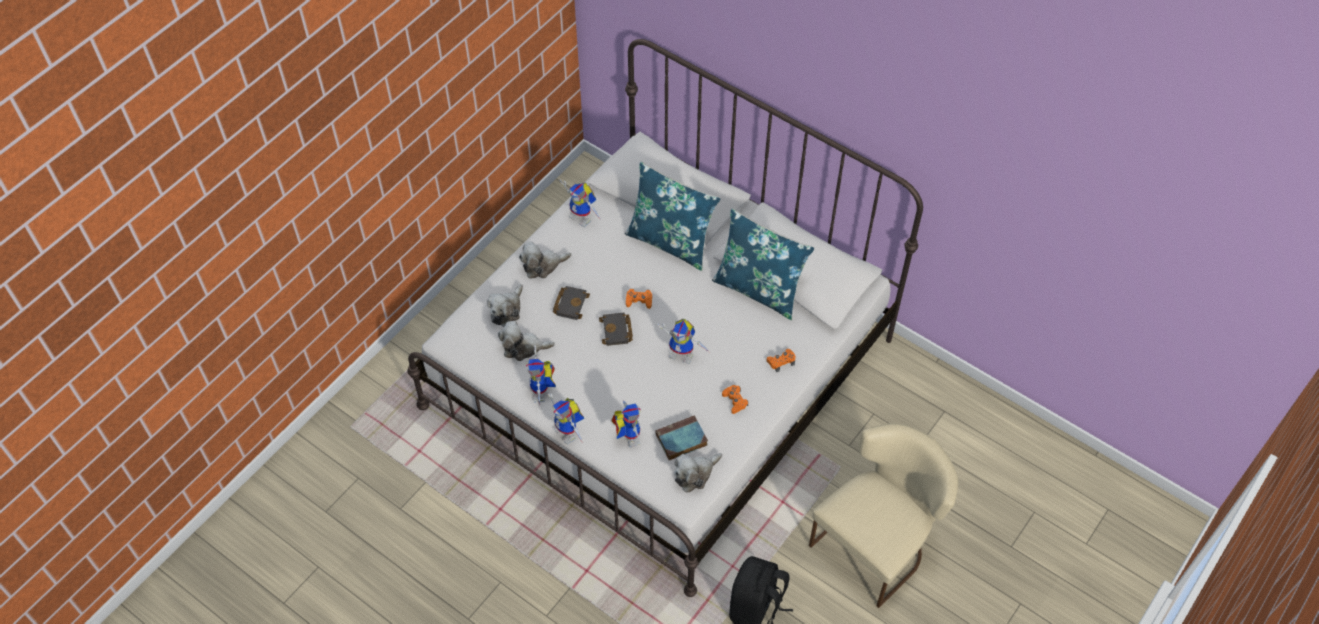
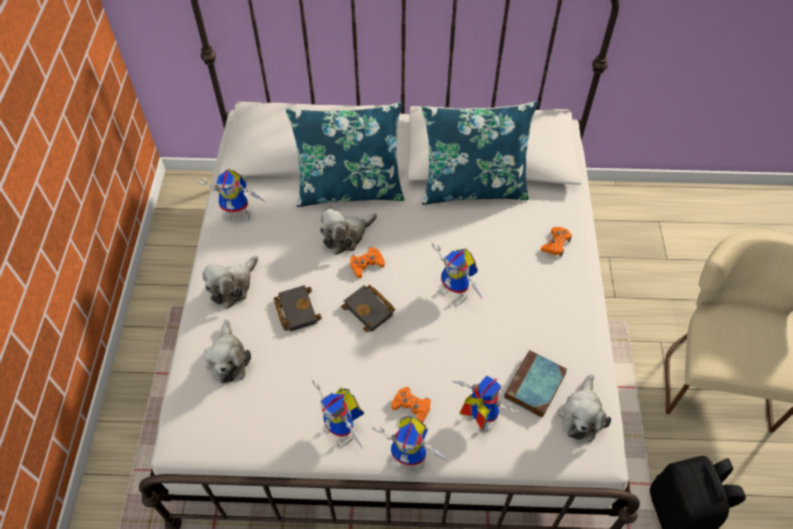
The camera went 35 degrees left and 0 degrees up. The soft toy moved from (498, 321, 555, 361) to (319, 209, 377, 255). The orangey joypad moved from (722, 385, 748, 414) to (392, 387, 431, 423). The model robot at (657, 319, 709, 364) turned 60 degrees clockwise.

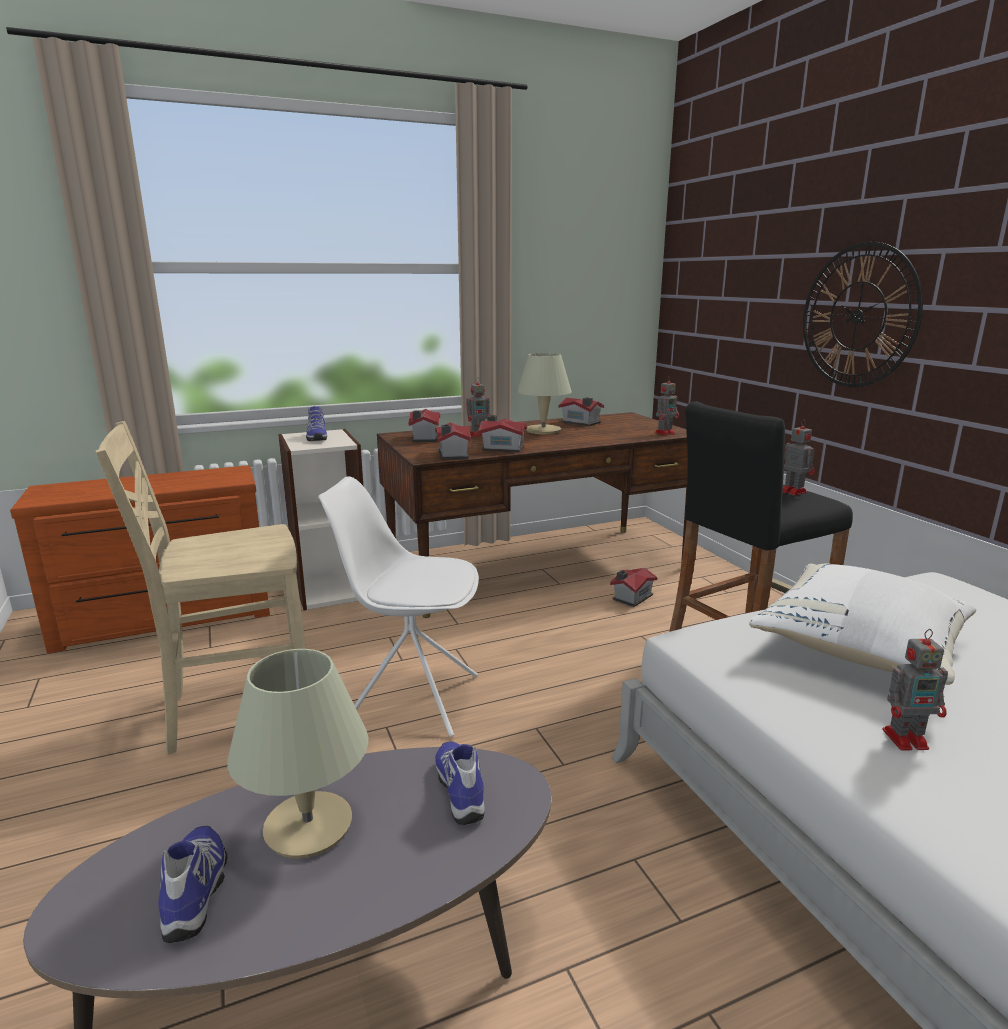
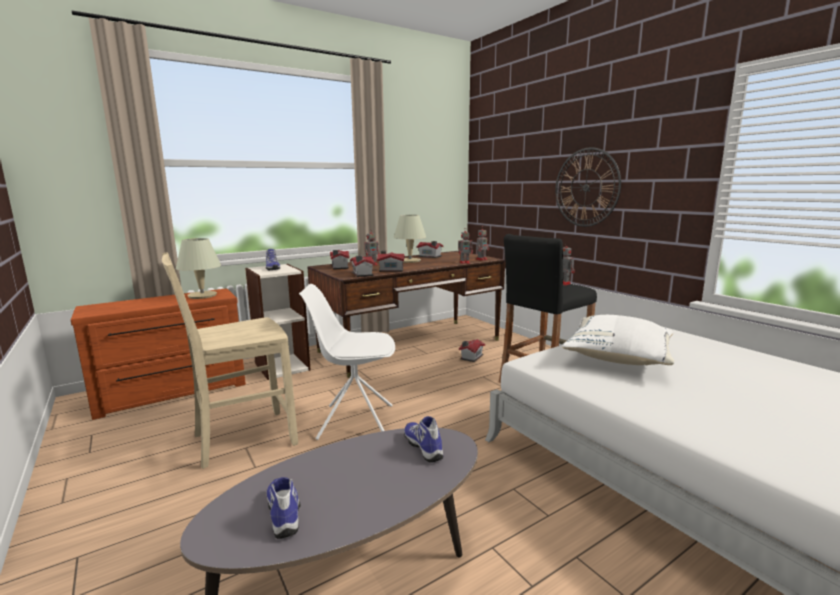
The camera went 10 degrees left and 5 degrees down. The beige table lamp moved from (227, 649, 368, 859) to (176, 238, 221, 299). The model robot moved from (882, 629, 948, 751) to (458, 229, 473, 264).

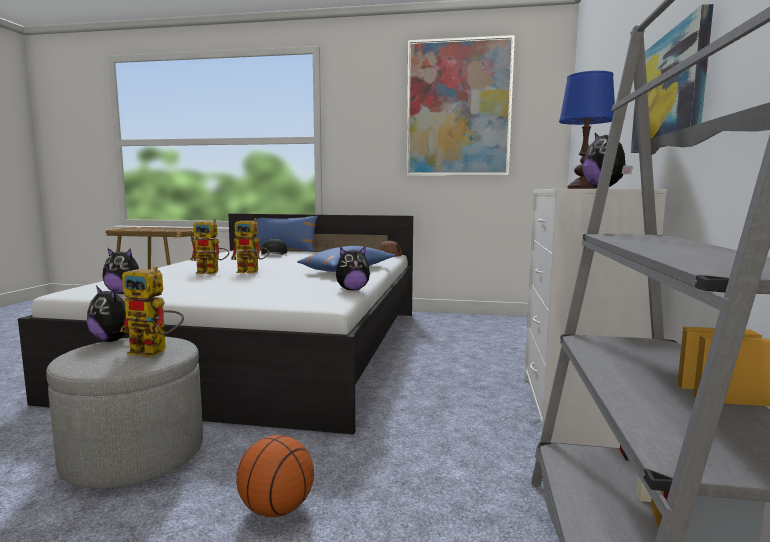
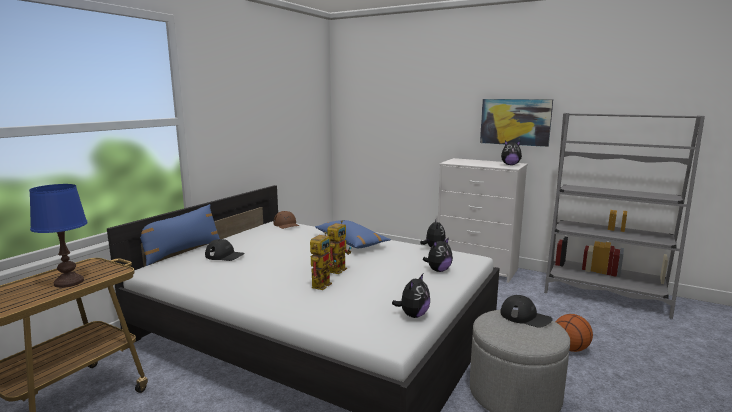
The camera went 70 degrees left and 5 degrees up. The blue-coloured table lamp moved from (559, 71, 615, 189) to (29, 184, 88, 288). The soft toy moved from (87, 286, 131, 342) to (423, 237, 453, 272). The model robot at (120, 267, 184, 357) was replaced by the black-coloured cap at (500, 295, 553, 327). The wall picture at (407, 35, 515, 176) disappeared.

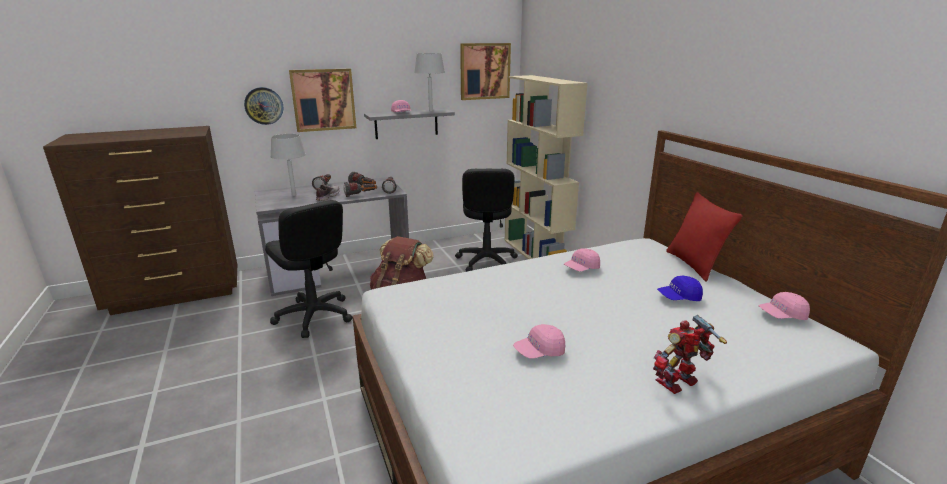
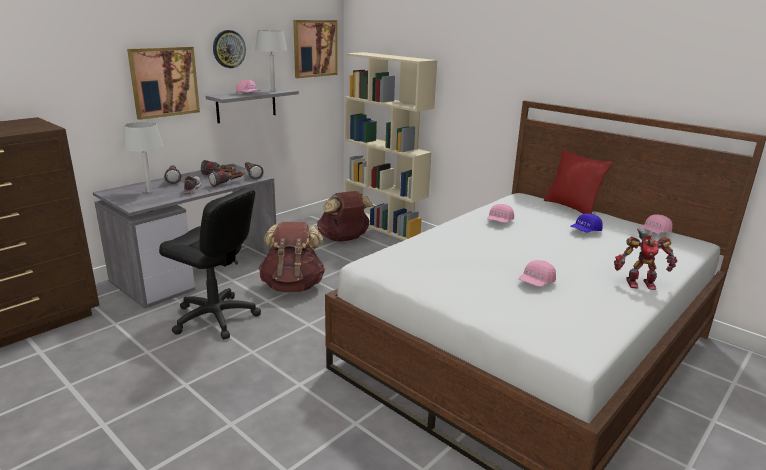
The camera went 25 degrees left and 0 degrees up. The clock on the wall moved from (244, 87, 283, 125) to (213, 30, 246, 68). The black-coloured computer chair at (455, 169, 518, 272) was replaced by the brownish backpack at (317, 191, 373, 242). The model robot at (653, 315, 727, 394) turned 120 degrees counterclockwise.

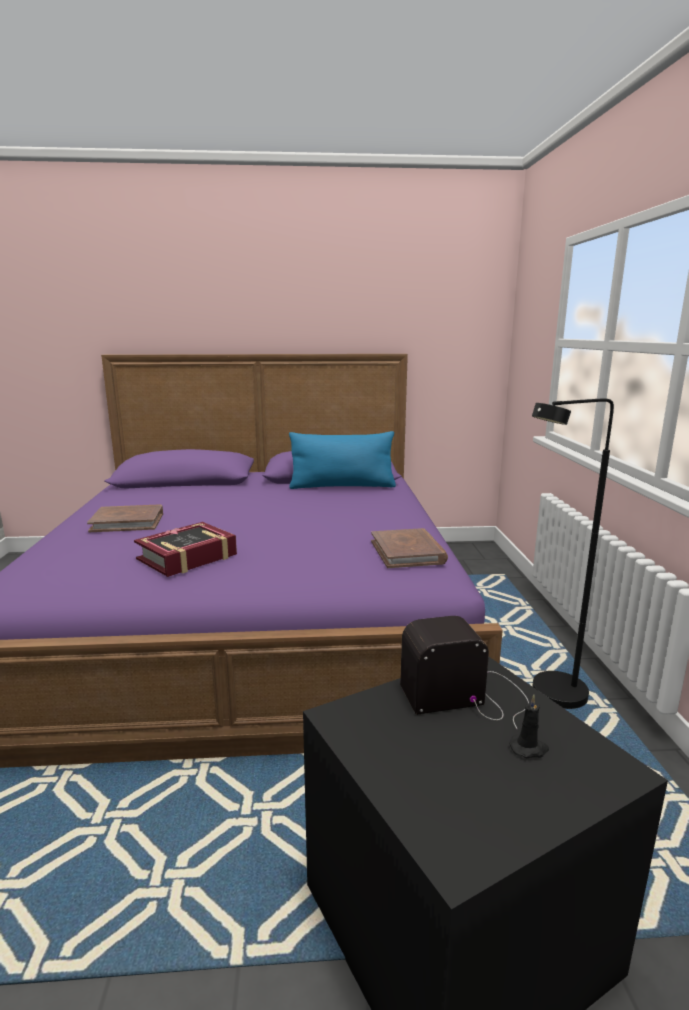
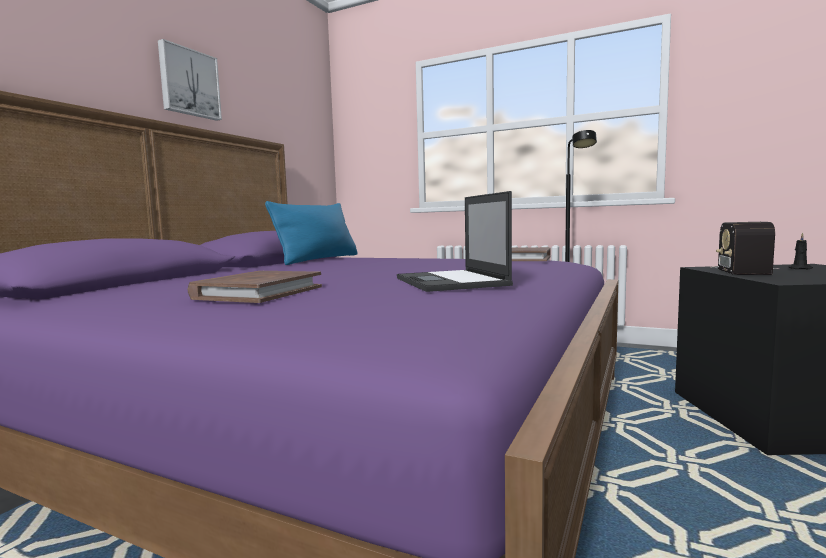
The camera went 60 degrees left and 10 degrees down. The wall picture at (158, 39, 222, 121) appeared. The book at (134, 522, 237, 577) was replaced by the laptop at (397, 191, 513, 292).

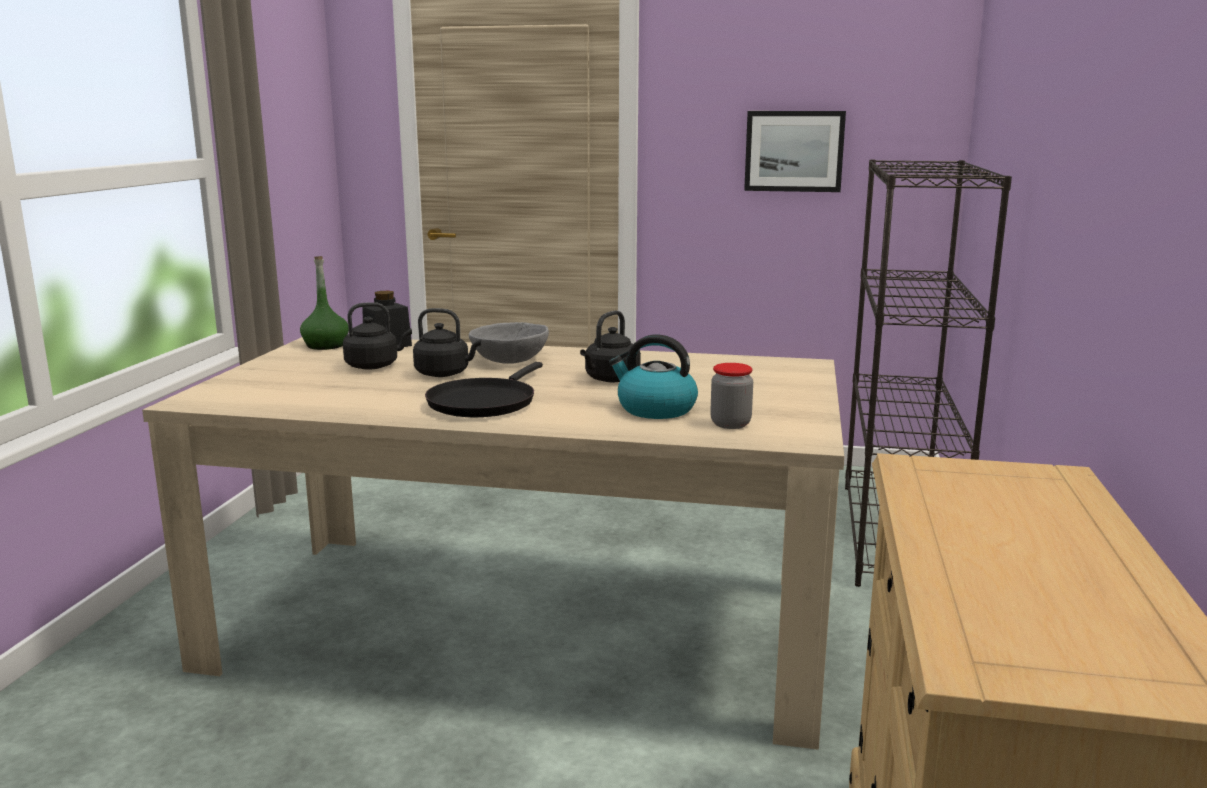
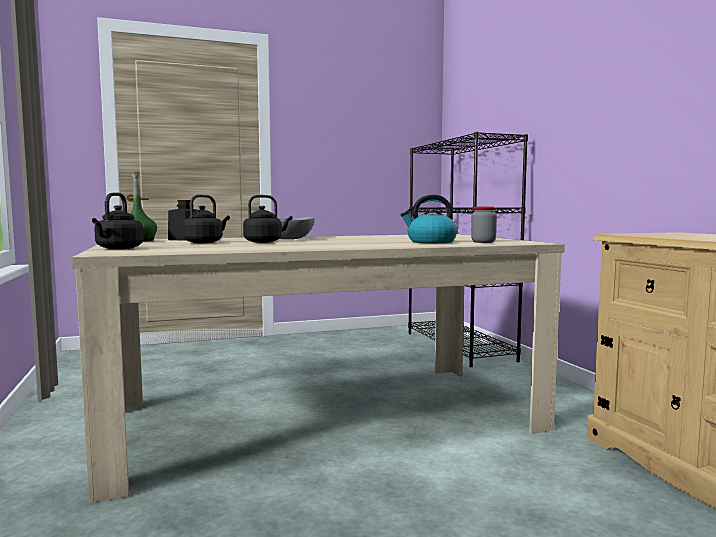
The camera went 30 degrees left and 10 degrees down. The black-coloured tea kettle moved from (580, 310, 641, 382) to (92, 192, 144, 249). The black-coloured pan at (425, 362, 543, 417) disappeared. The wall picture at (744, 111, 846, 192) disappeared.

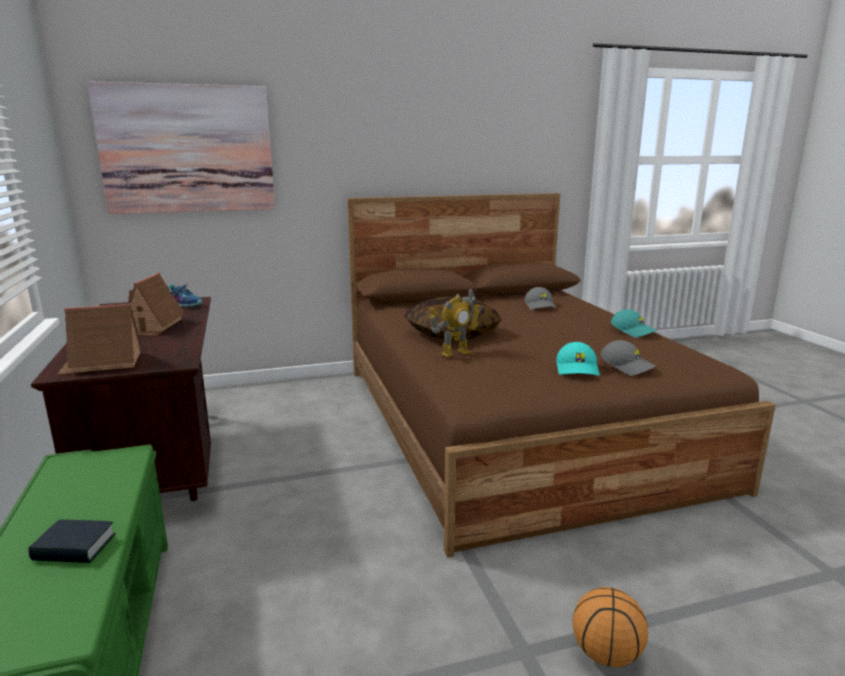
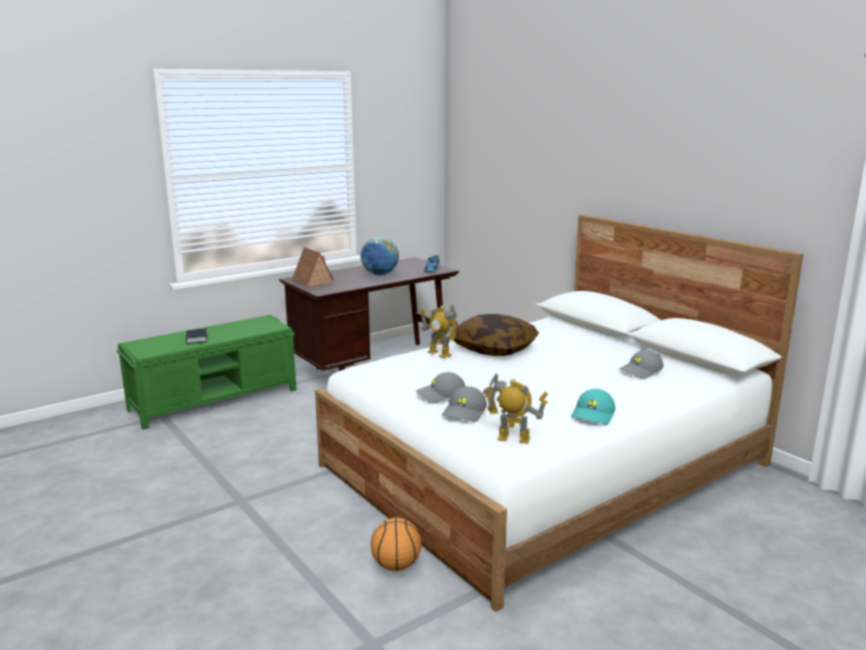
The camera went 70 degrees right and 0 degrees up. The brownish bed at (347, 193, 776, 558) became the whitish bed at (315, 215, 803, 612). The toy house at (128, 272, 185, 335) was replaced by the desk globe at (361, 237, 399, 275). The ball for basketball moved from (573, 587, 648, 667) to (370, 518, 422, 571). The turquoise cap at (556, 342, 600, 376) became the grey cap at (416, 372, 465, 404). The model robot at (483, 374, 548, 444) appeared. The wall picture at (87, 81, 275, 214) disappeared.

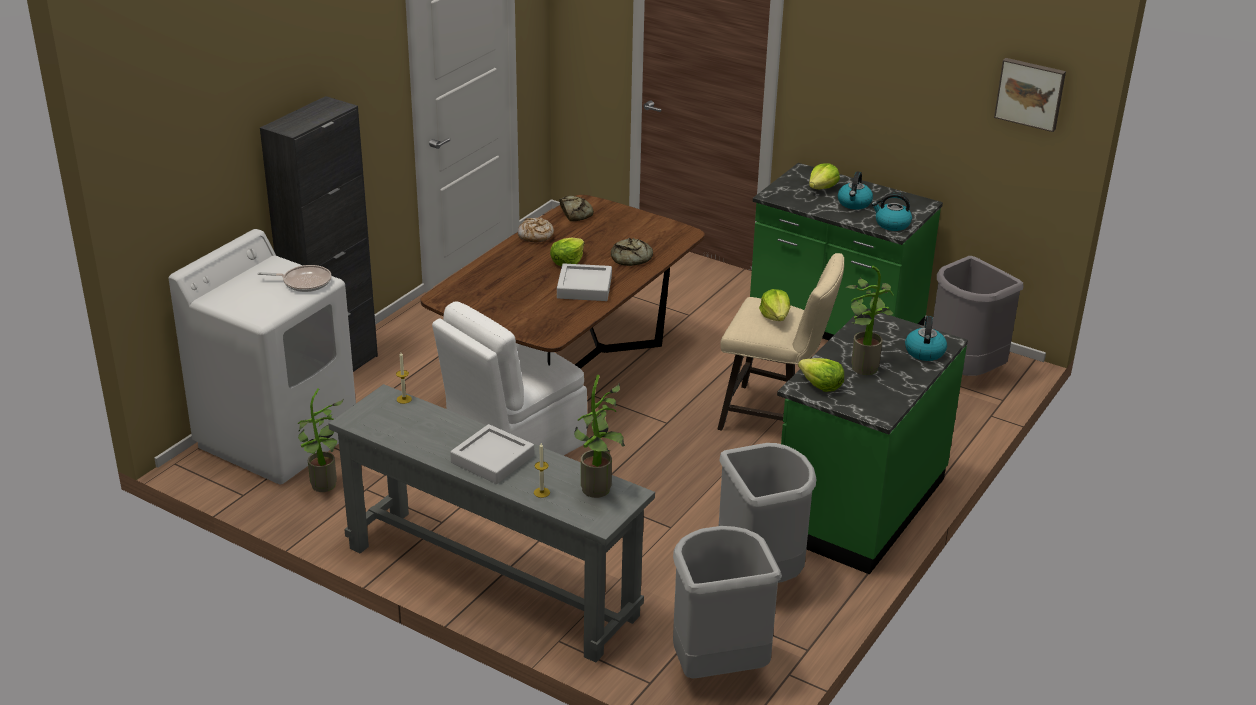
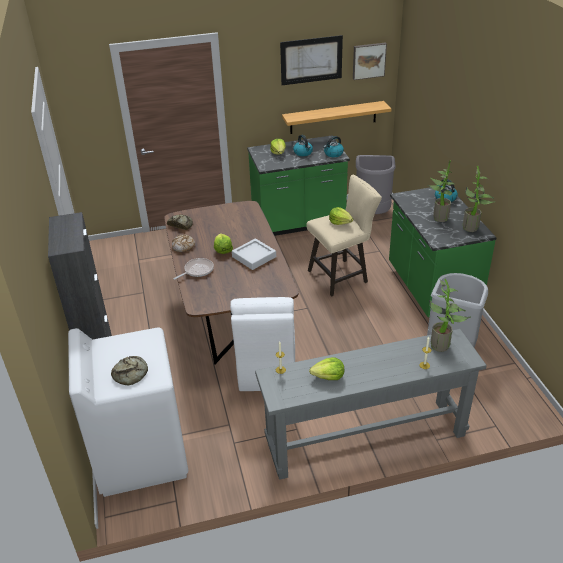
The camera went 45 degrees left and 5 degrees up. The baked bread moved from (611, 238, 653, 266) to (111, 356, 148, 385). The pan moved from (258, 265, 332, 292) to (173, 258, 214, 280). The wall picture at (280, 35, 343, 85) appeared. The shelf at (282, 101, 391, 134) appeared. The lettuce head moved from (798, 358, 844, 392) to (309, 357, 344, 380). The plant in a pot moved from (298, 388, 344, 492) to (463, 166, 496, 232). The grey tray at (450, 424, 534, 484) disappeared. The grey trash can at (673, 526, 782, 678) disappeared.

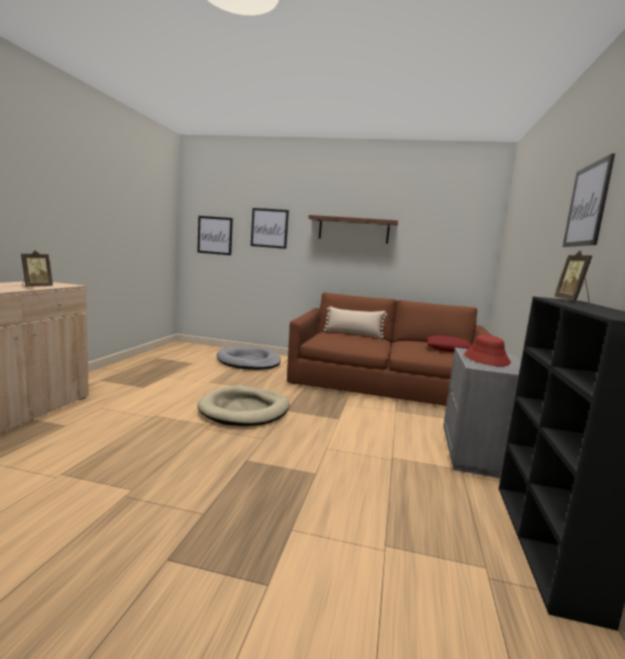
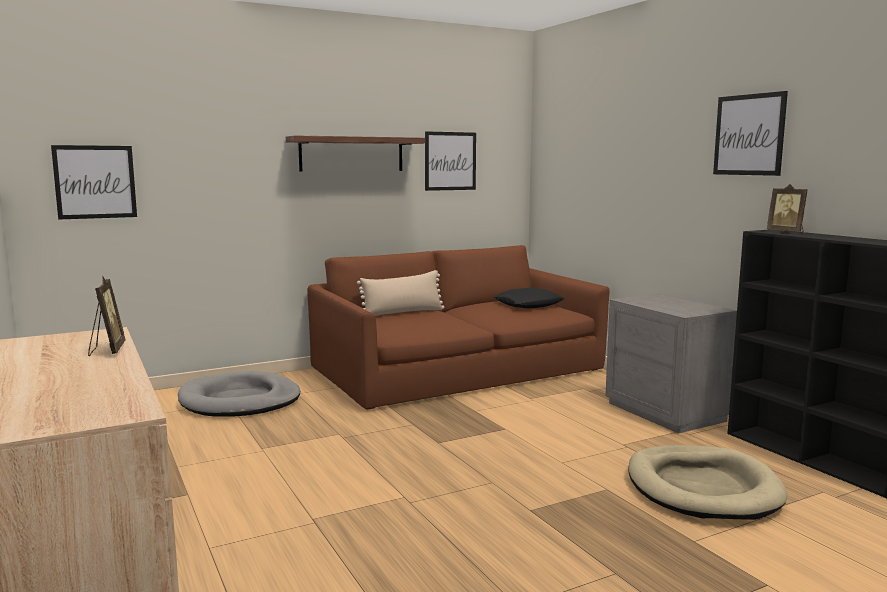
The camera went 40 degrees left and 0 degrees up. The wall picture moved from (251, 208, 289, 249) to (425, 131, 476, 191). The reddish throw pillow at (424, 335, 472, 352) became the black-coloured throw pillow at (494, 288, 565, 309). The beige dog cushion moved from (197, 385, 290, 426) to (628, 445, 788, 520). The reddish clothing hat at (464, 335, 511, 366) disappeared.

